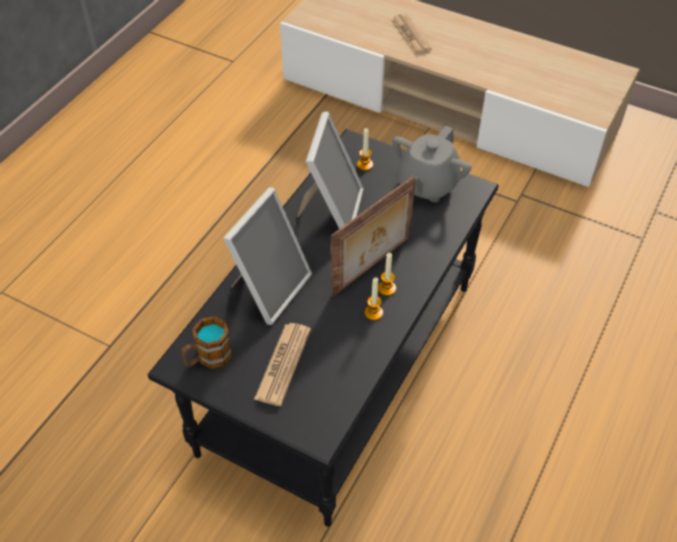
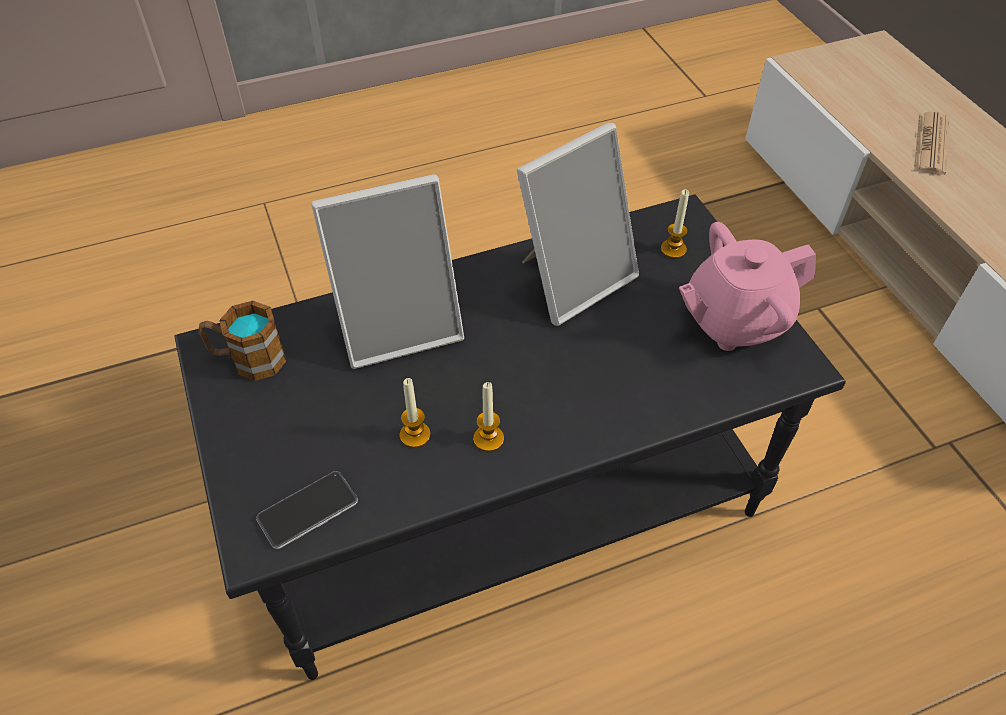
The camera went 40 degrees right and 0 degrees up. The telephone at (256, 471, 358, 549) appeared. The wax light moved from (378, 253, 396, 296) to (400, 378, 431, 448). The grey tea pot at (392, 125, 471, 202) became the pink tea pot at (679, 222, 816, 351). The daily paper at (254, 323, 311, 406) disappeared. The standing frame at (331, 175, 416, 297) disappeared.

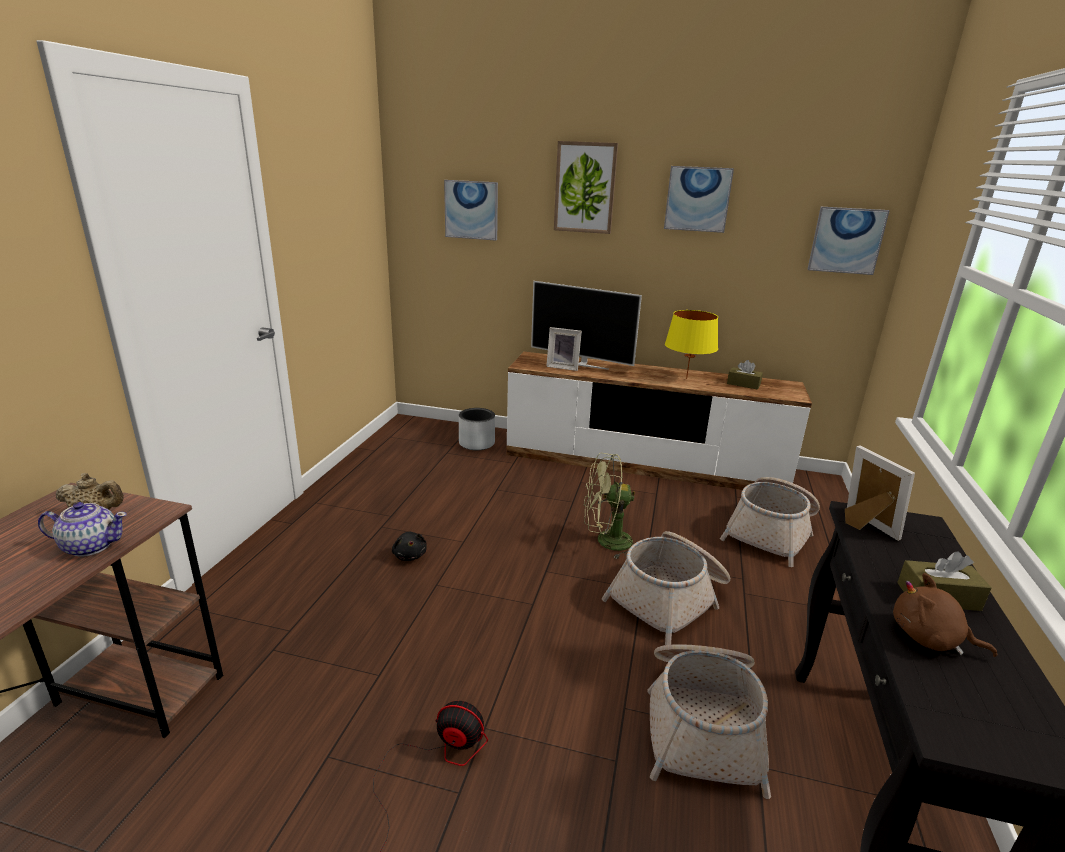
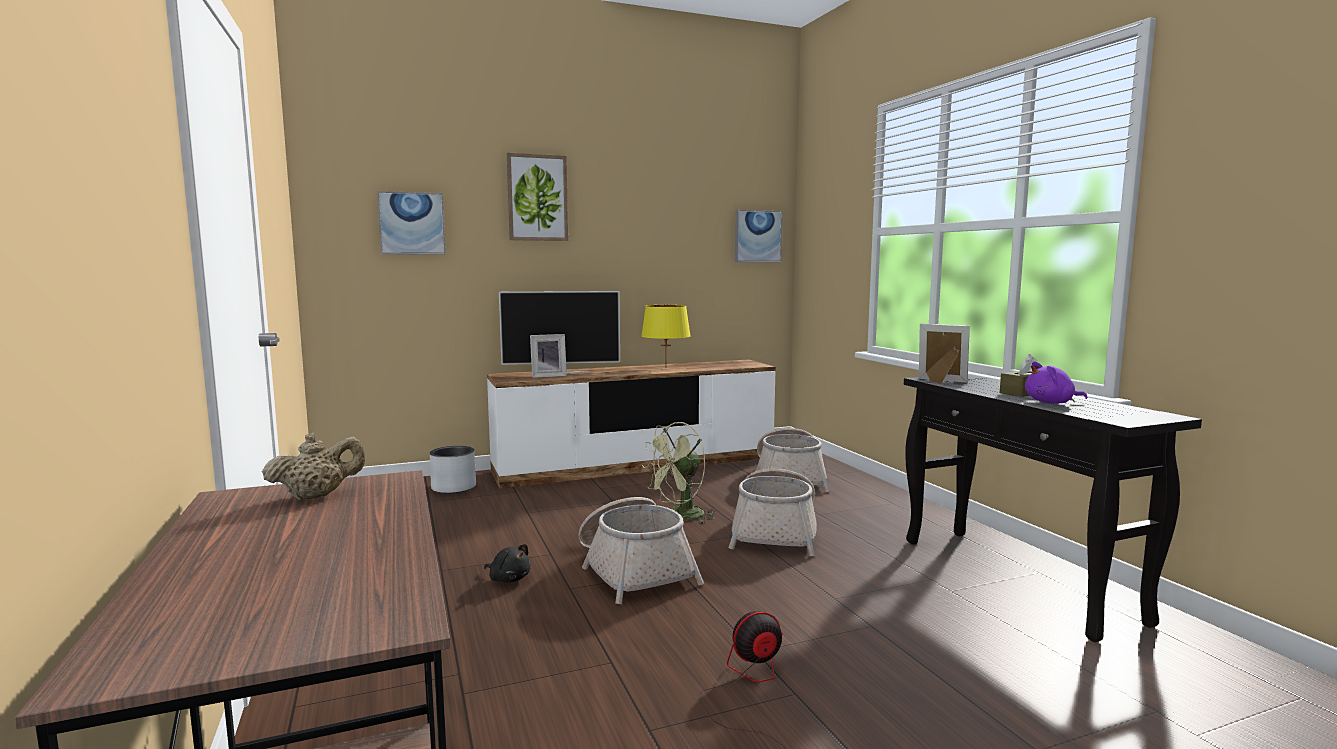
The camera went 35 degrees left and 15 degrees down. The basket moved from (647, 644, 771, 799) to (578, 497, 704, 604). The brownish soft toy at (893, 573, 997, 657) became the purplish soft toy at (1025, 361, 1088, 404). The tea pot at (38, 502, 127, 557) disappeared. The wall picture at (664, 166, 734, 233) disappeared. The brownish tissue box at (727, 360, 763, 390) disappeared.

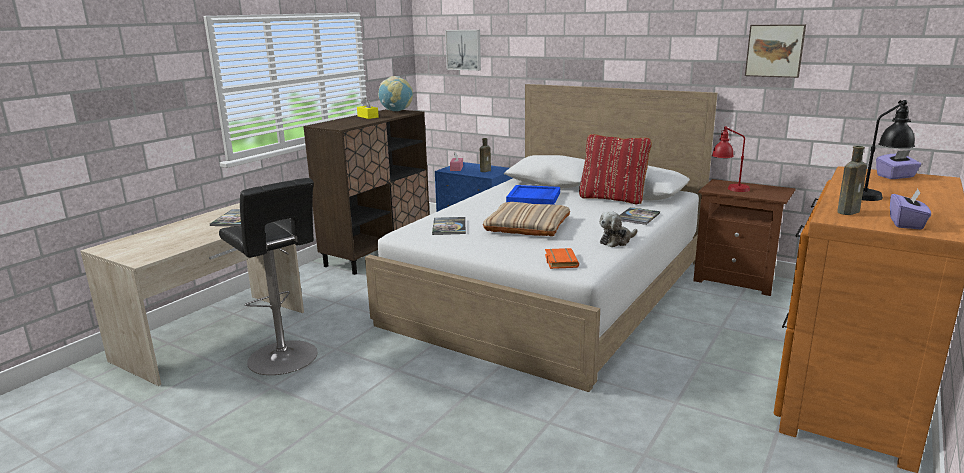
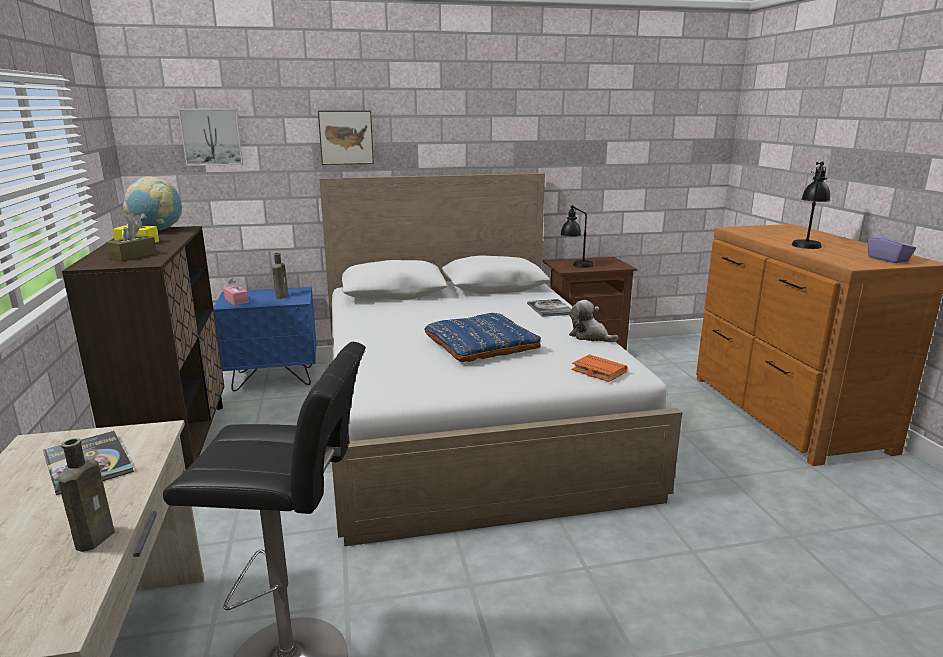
The camera went 45 degrees left and 0 degrees up. The brownish beverage bottle moved from (837, 146, 867, 215) to (58, 438, 115, 552). The brownish tissue box at (106, 223, 157, 261) appeared. The wall picture moved from (745, 24, 806, 78) to (318, 110, 374, 165). The beige throw pillow at (483, 202, 570, 236) became the blue-coloured throw pillow at (424, 313, 541, 362). The reddish table lamp at (712, 126, 750, 192) became the black-coloured table lamp at (560, 205, 594, 268). The soft toy at (599, 211, 637, 247) turned 120 degrees clockwise. The book at (432, 217, 466, 235) disappeared. The blue-coloured tray at (506, 185, 560, 205) disappeared. The reddish throw pillow at (579, 134, 652, 204) disappeared. The purplish tissue box at (876, 150, 921, 179) disappeared.

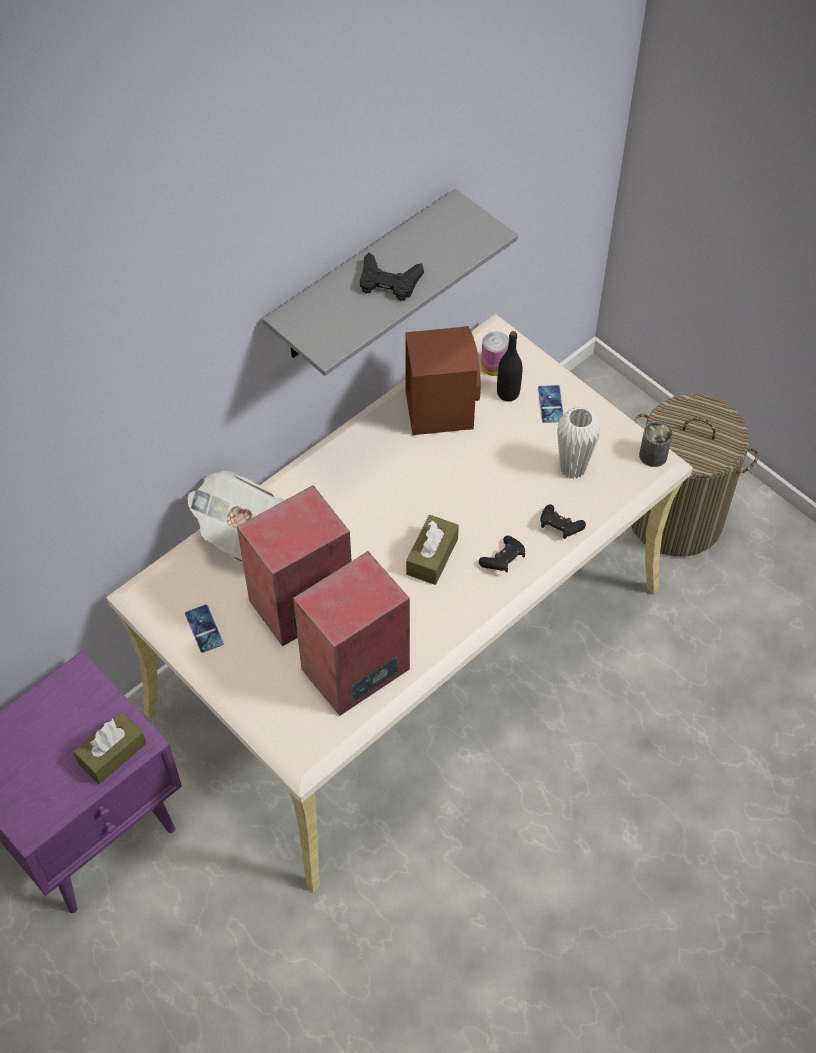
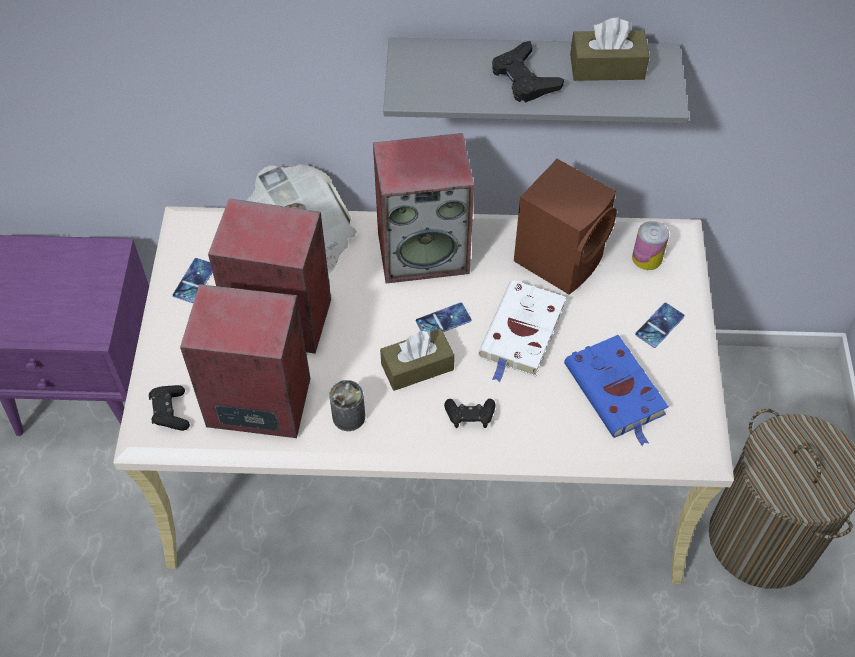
The camera went 45 degrees right and 0 degrees up. The black-coloured joypad moved from (540, 504, 586, 539) to (149, 385, 190, 431). The can moved from (639, 422, 673, 467) to (329, 380, 365, 431). The audio speaker at (373, 133, 474, 284) appeared. The telephone at (416, 302, 472, 332) appeared. The whitish book at (478, 280, 566, 382) appeared. The whitish flower vase at (557, 407, 600, 479) was replaced by the blue-coloured book at (564, 335, 669, 446). The brownish tissue box moved from (73, 712, 146, 784) to (570, 18, 649, 81). The black-coloured beverage bottle at (497, 331, 523, 401) disappeared.

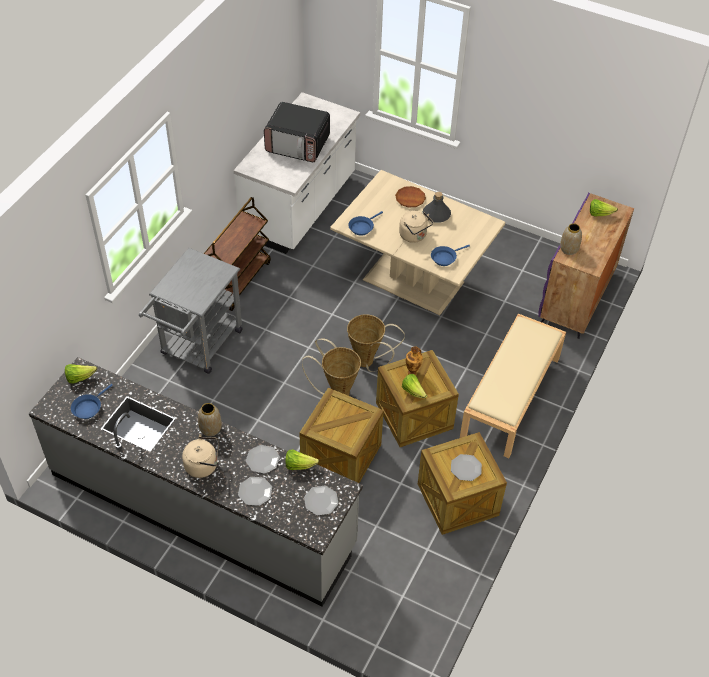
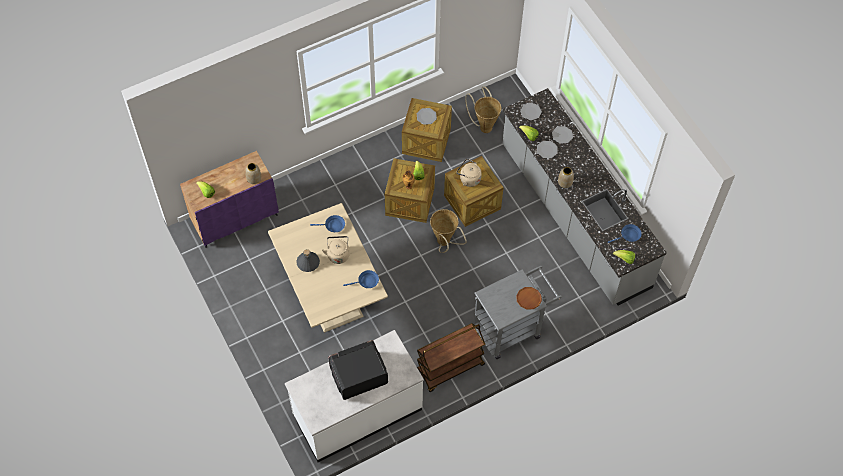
The camera went 145 degrees left and 10 degrees up. The microwave oven at (264, 102, 330, 162) turned 75 degrees counterclockwise. The beige tea kettle moved from (182, 434, 219, 478) to (457, 159, 482, 187). The basket moved from (347, 314, 405, 372) to (465, 87, 501, 133). The brownish flat dish moved from (395, 186, 426, 208) to (516, 287, 542, 309). The beige long seat at (460, 314, 566, 458) disappeared.

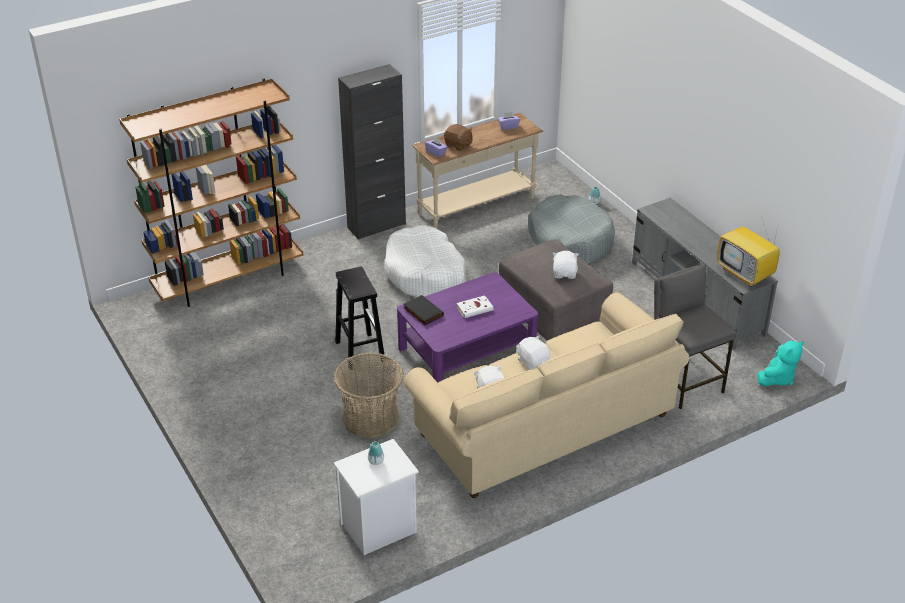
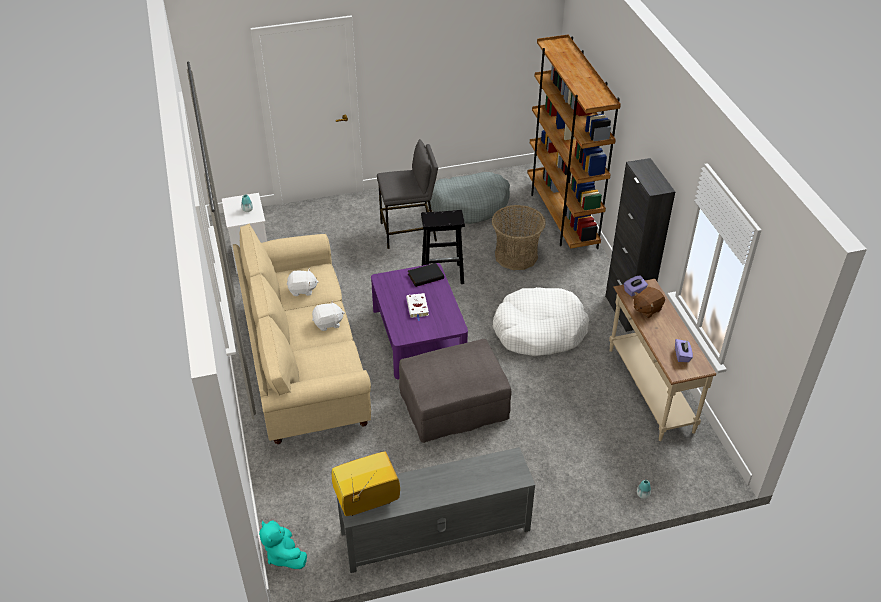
The camera went 105 degrees right and 5 degrees up. The grey stool seat moved from (654, 264, 737, 409) to (377, 139, 438, 249). The grey dog cushion moved from (528, 194, 615, 264) to (430, 172, 510, 224). The basket moved from (334, 353, 404, 438) to (492, 205, 546, 270). The whitish soft toy at (552, 251, 579, 279) disappeared.

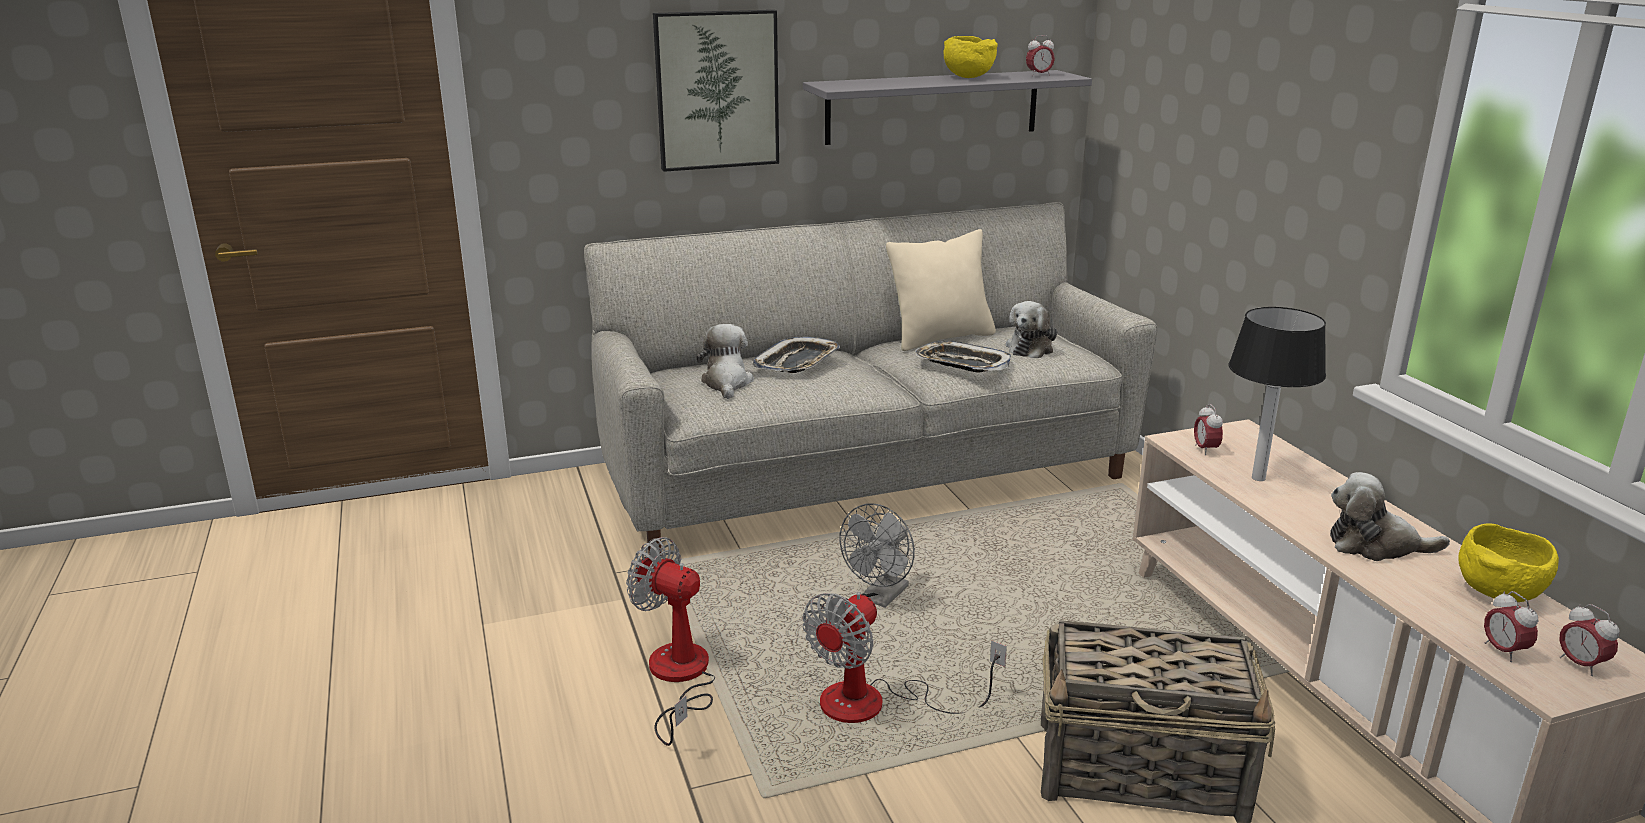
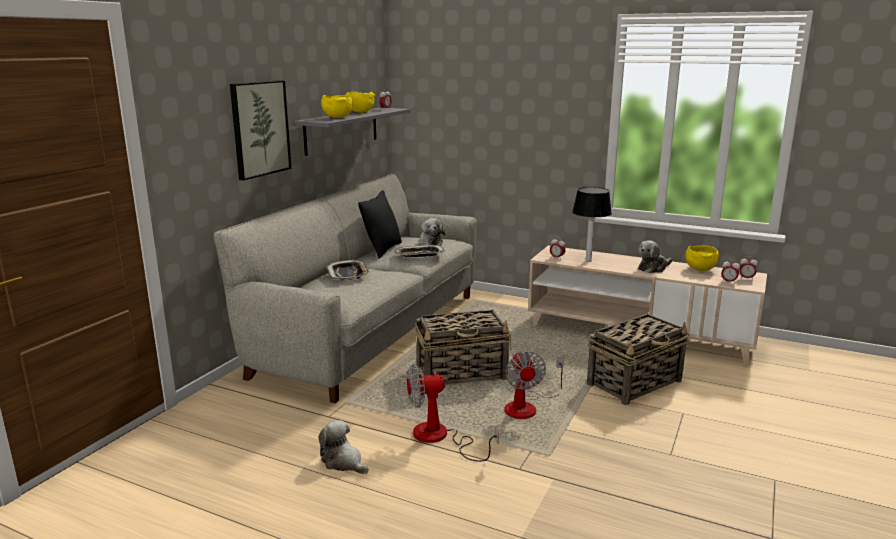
The camera went 45 degrees left and 5 degrees down. The soft toy moved from (696, 324, 754, 399) to (318, 420, 369, 474). The yellowish deep dish at (321, 95, 352, 118) appeared. The beige throw pillow at (886, 229, 996, 351) became the black-coloured throw pillow at (358, 190, 402, 258). The grey electric fan at (839, 504, 915, 608) was replaced by the basket at (415, 310, 511, 384).

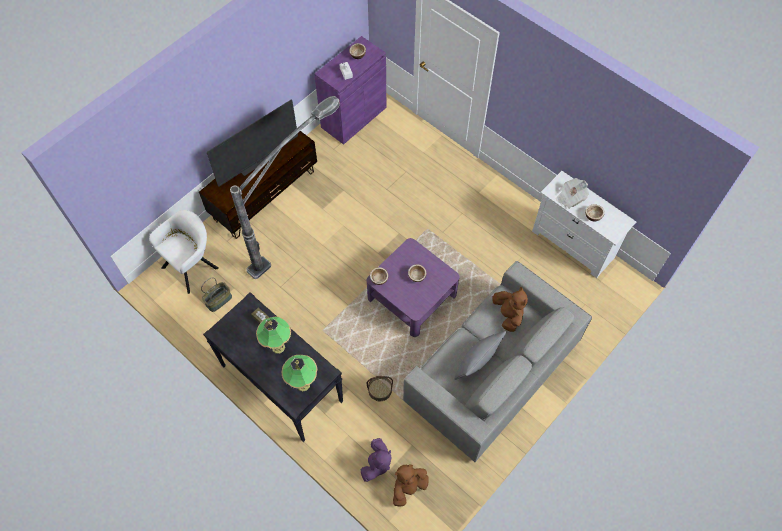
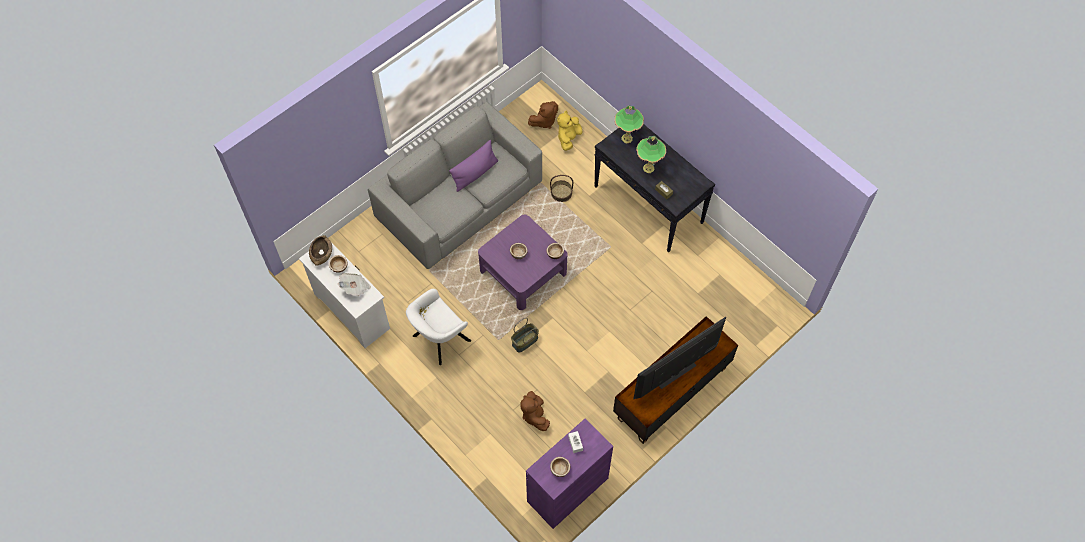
The camera went 175 degrees left and 0 degrees up. The brownish deep dish at (309, 235, 332, 266) appeared. The whitish armchair moved from (149, 210, 219, 294) to (406, 289, 471, 365). The grey throw pillow at (454, 331, 506, 380) became the purplish throw pillow at (449, 140, 498, 192). The basket moved from (201, 277, 232, 312) to (511, 318, 539, 353). The brownish soft toy moved from (492, 287, 528, 332) to (520, 391, 550, 431). The purplish soft toy at (361, 438, 392, 482) became the yellowish soft toy at (557, 111, 583, 151). The standard lamp at (230, 96, 340, 279) disappeared.

